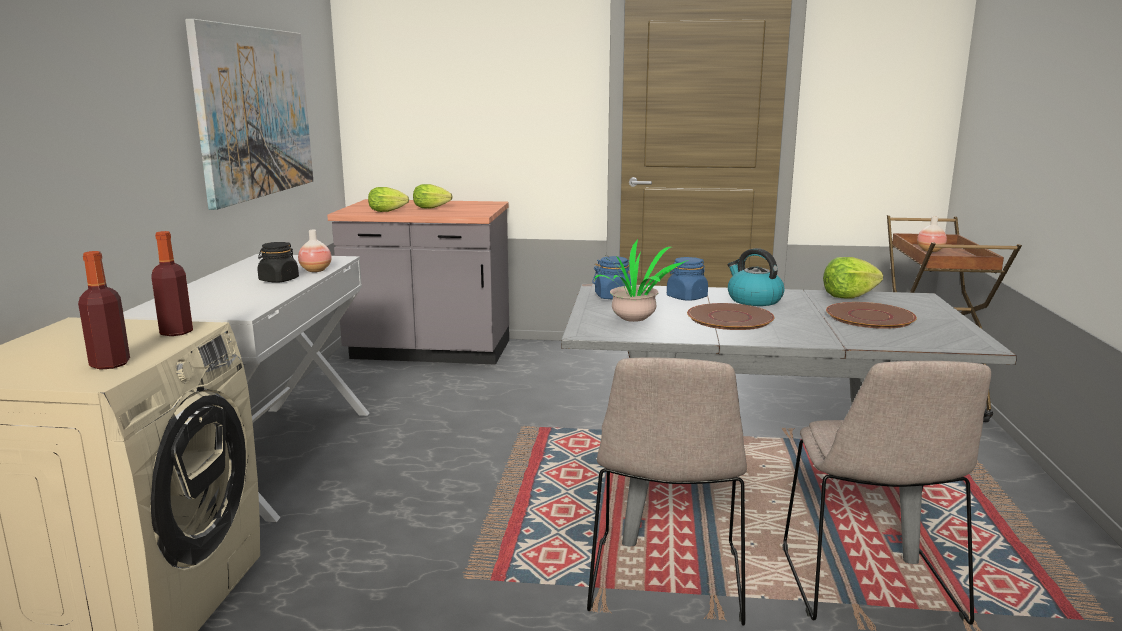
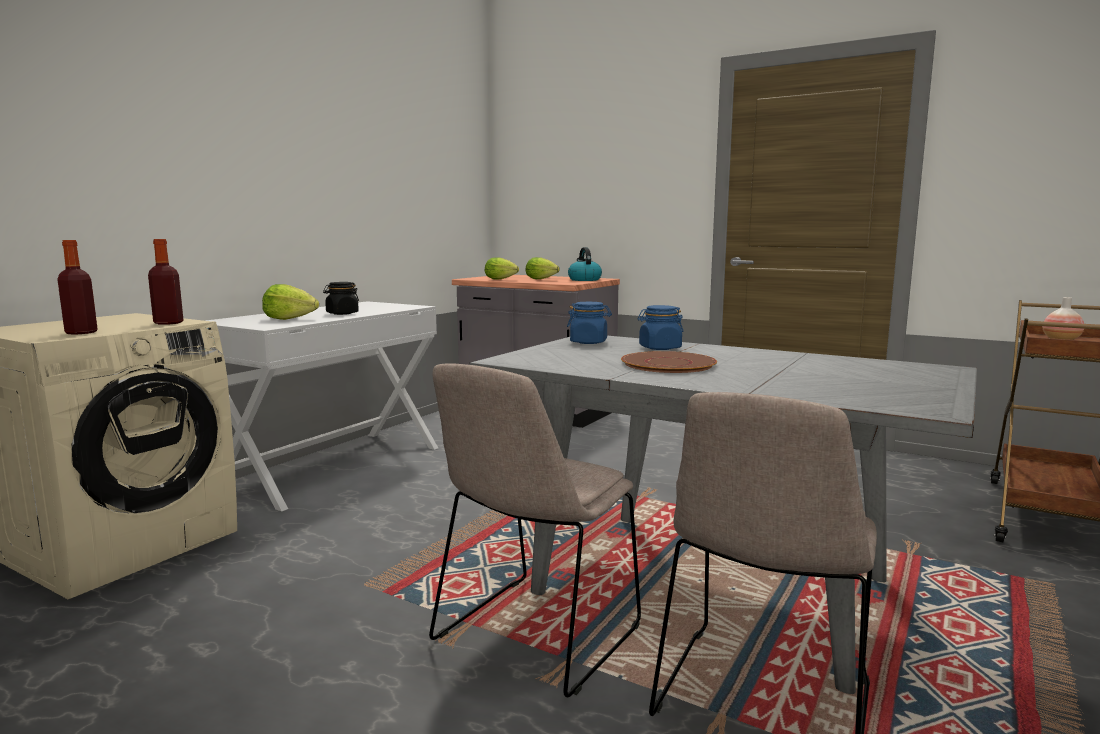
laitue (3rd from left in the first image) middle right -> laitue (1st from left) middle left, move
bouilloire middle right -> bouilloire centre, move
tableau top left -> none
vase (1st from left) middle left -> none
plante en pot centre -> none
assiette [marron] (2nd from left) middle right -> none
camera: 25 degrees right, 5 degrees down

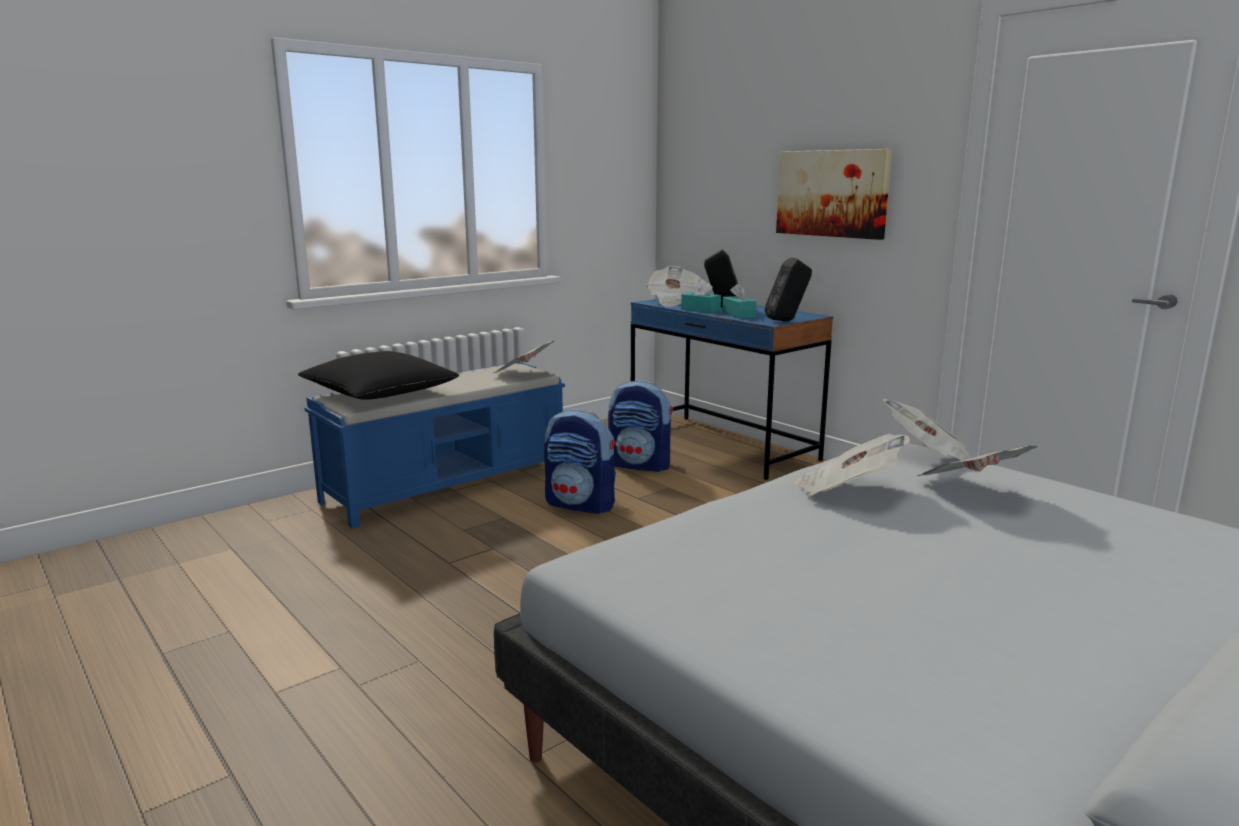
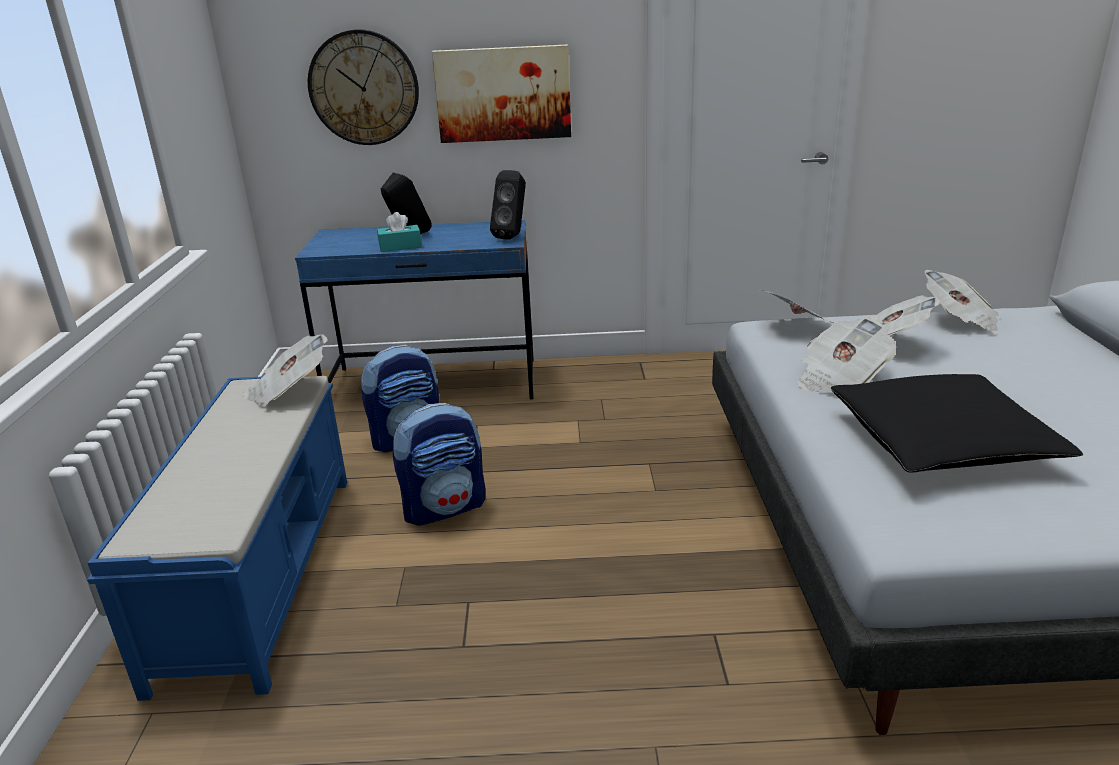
none -> horloge murale top left
coussin [noir] middle left -> coussin [noir] middle right, move
journal (2nd from left in the first image) centre -> journal (5th from left) middle right, move
boîte à mouchoirs [turquoise] (2nd from left) centre -> none
camera: 50 degrees left, 10 degrees up

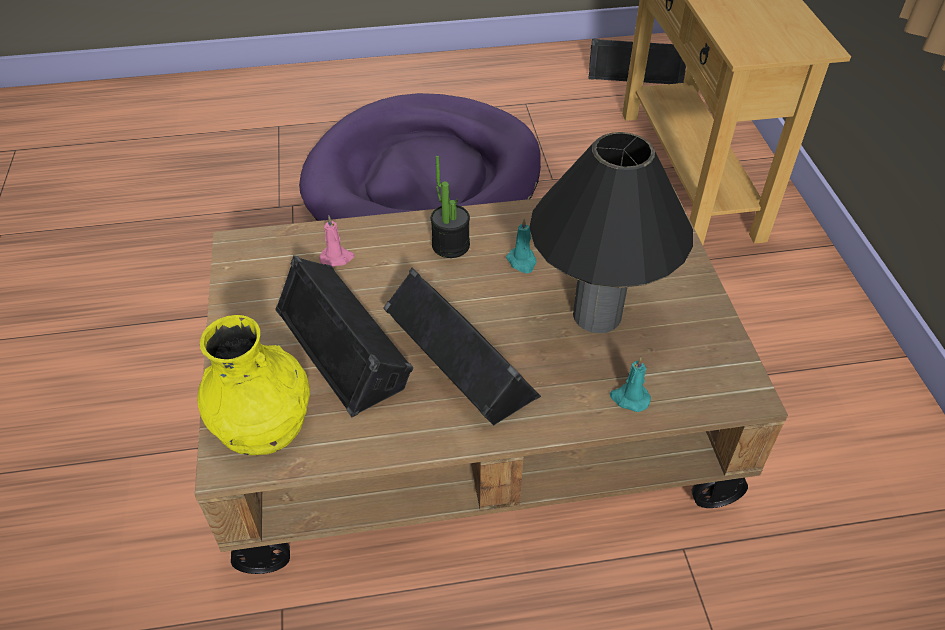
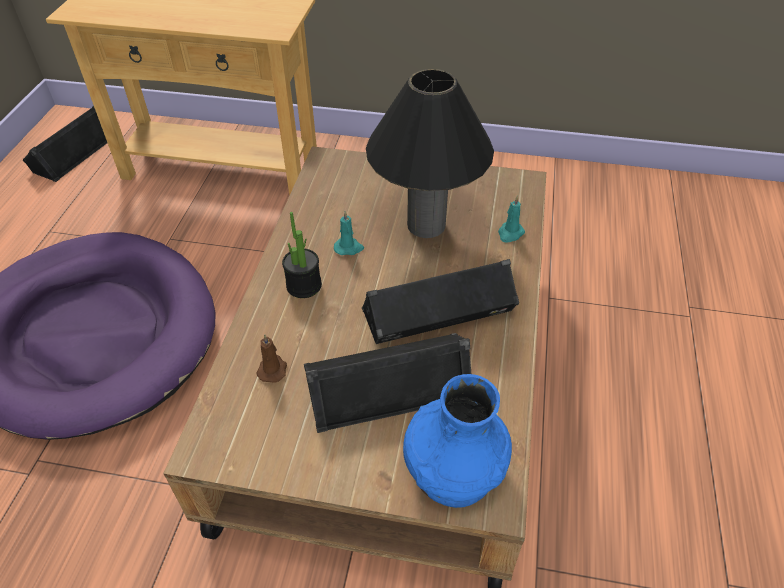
bougie [rose] centre -> bougie [marron] centre
vase [jaune] middle left -> vase [bleu] bottom centre
camera: 70 degrees left, 0 degrees up

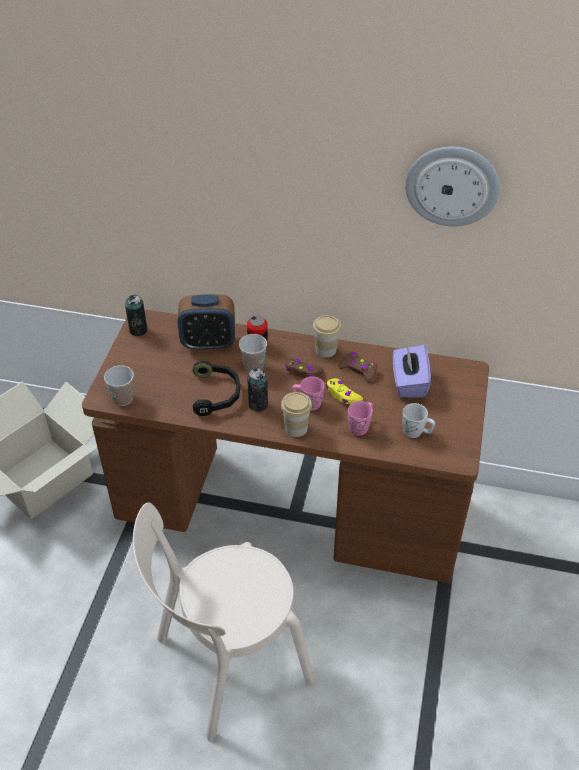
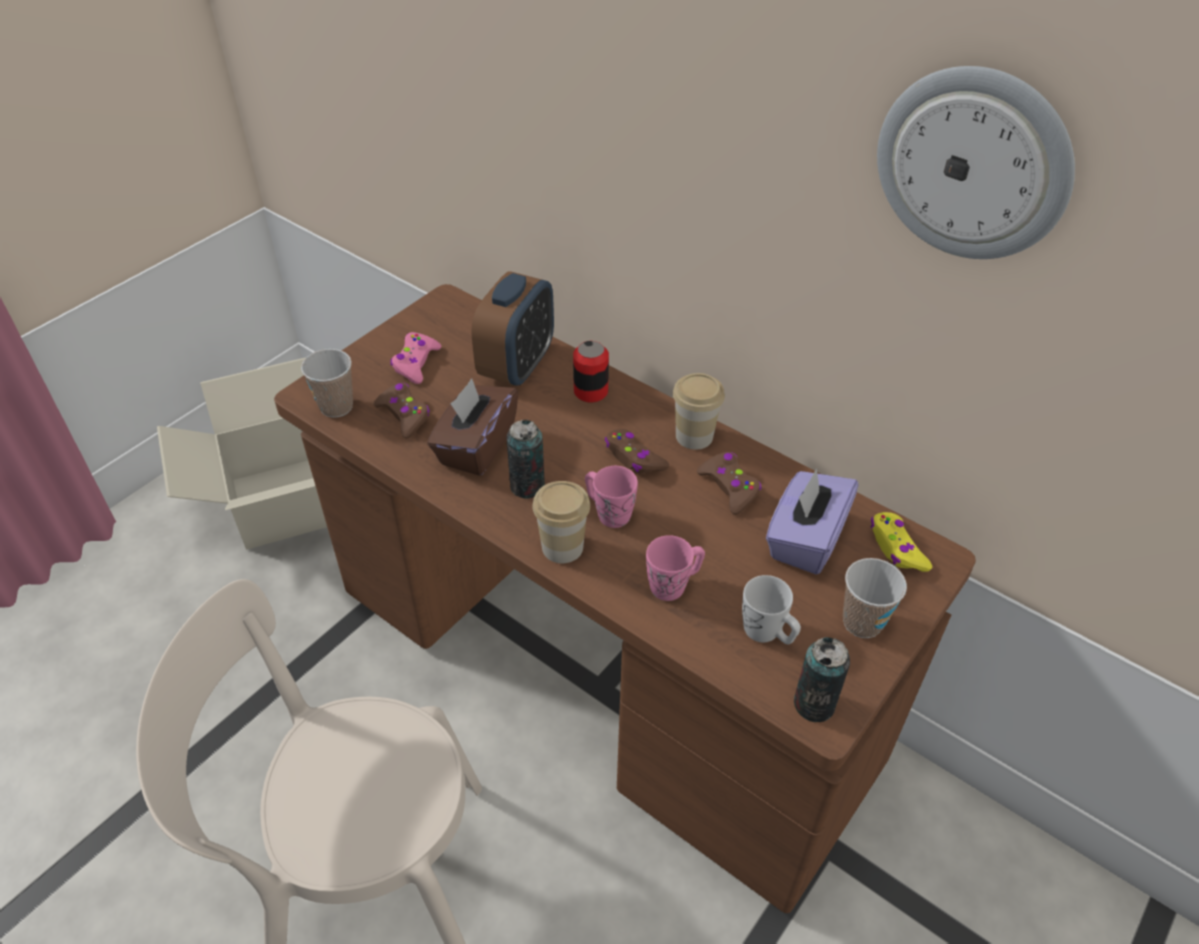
none -> manette [marron] (1st from left) centre
none -> manette [rose] centre
casque audio [noir] centre -> boîte à mouchoirs [marron] centre
réveil centre, 90 degrees counterclockwise
boîte métallique (1st from left in the first image) middle left -> boîte métallique (3rd from left) bottom right, move
tasse (2nd from left in the first image) centre -> tasse (4th from left) middle right, move
manette [jaune] centre -> manette [jaune] middle right, move
camera: 25 degrees right, 0 degrees up

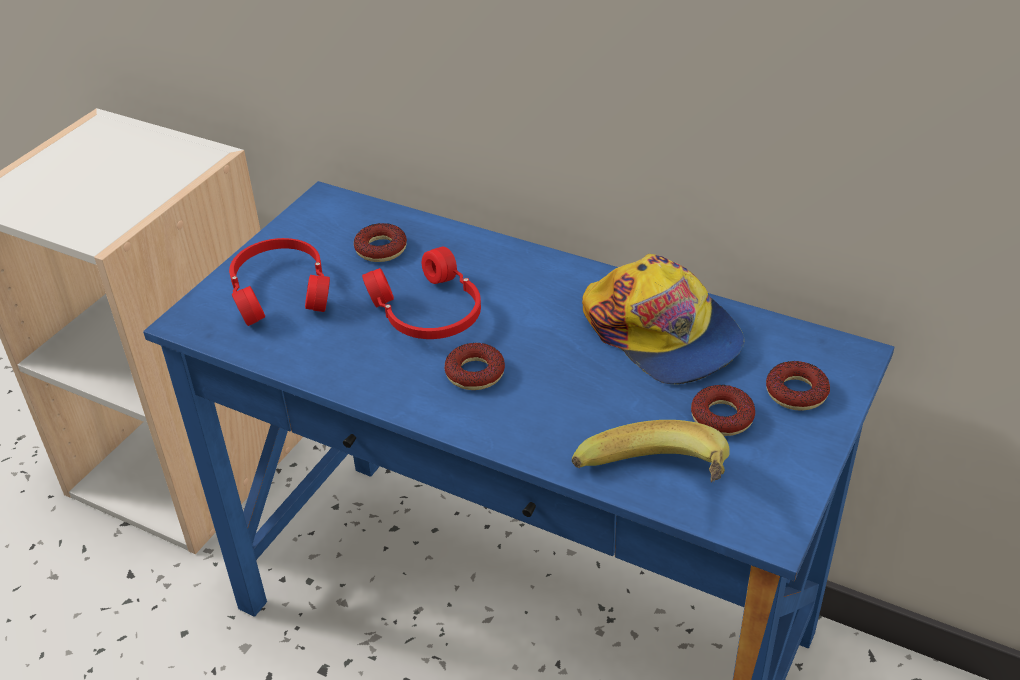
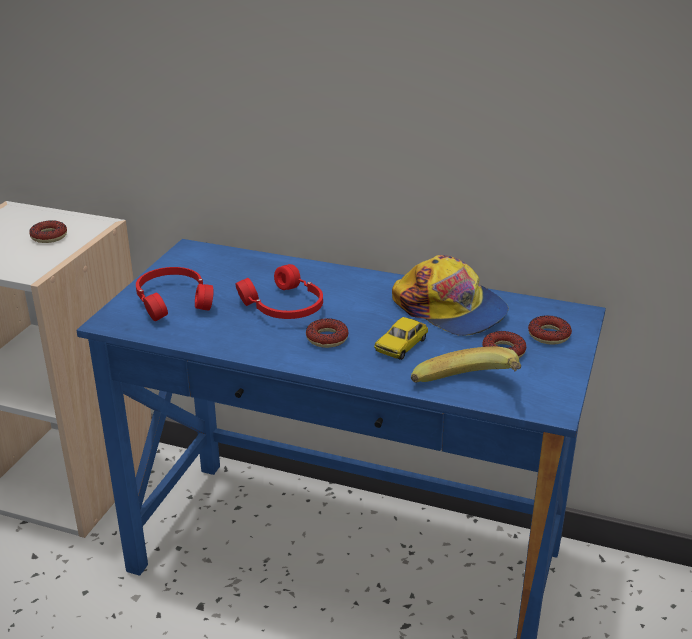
beignet (1st from left) centre -> beignet (1st from left) middle left, move
none -> petite voiture centre
camera: 10 degrees left, 10 degrees down

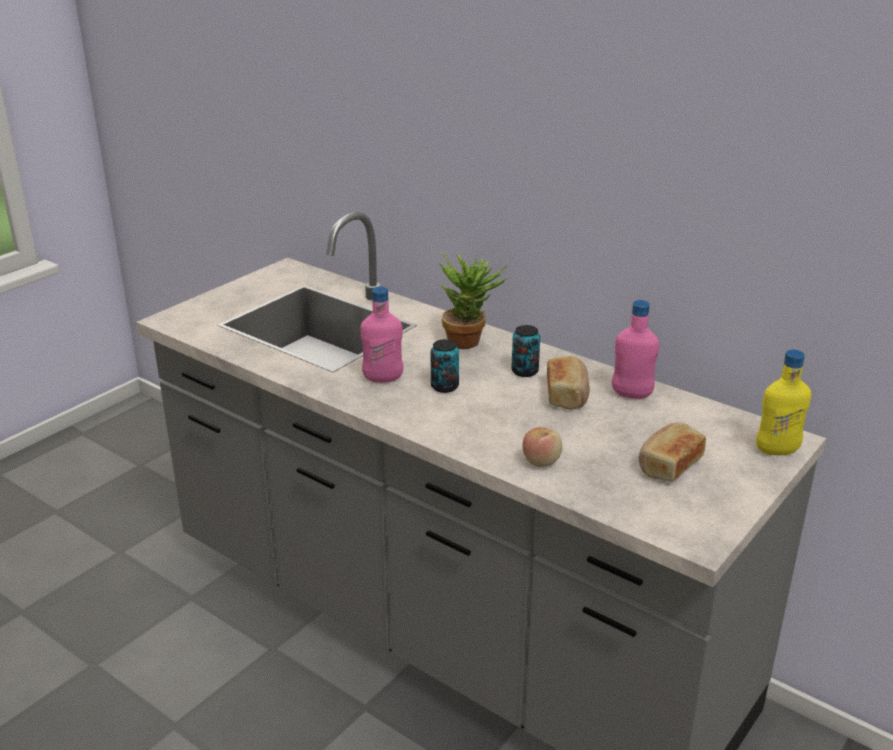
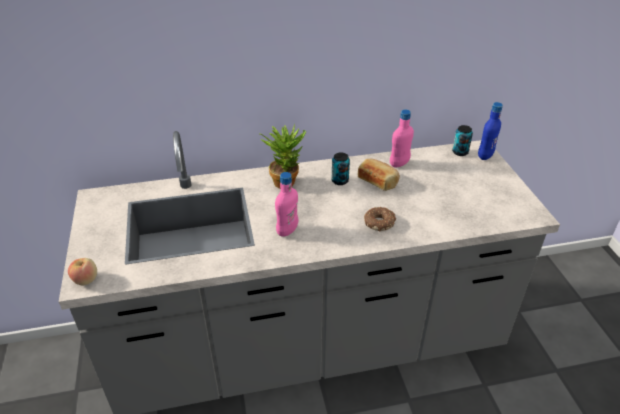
pomme centre -> pomme middle left, move
none -> beignet centre
boîte métallique (1st from left in the first image) centre -> boîte métallique (2nd from left) middle right, move
bouteille [jaune] middle right -> bouteille [bleu] top right
pain (2nd from left) middle right -> none
camera: 50 degrees left, 10 degrees up

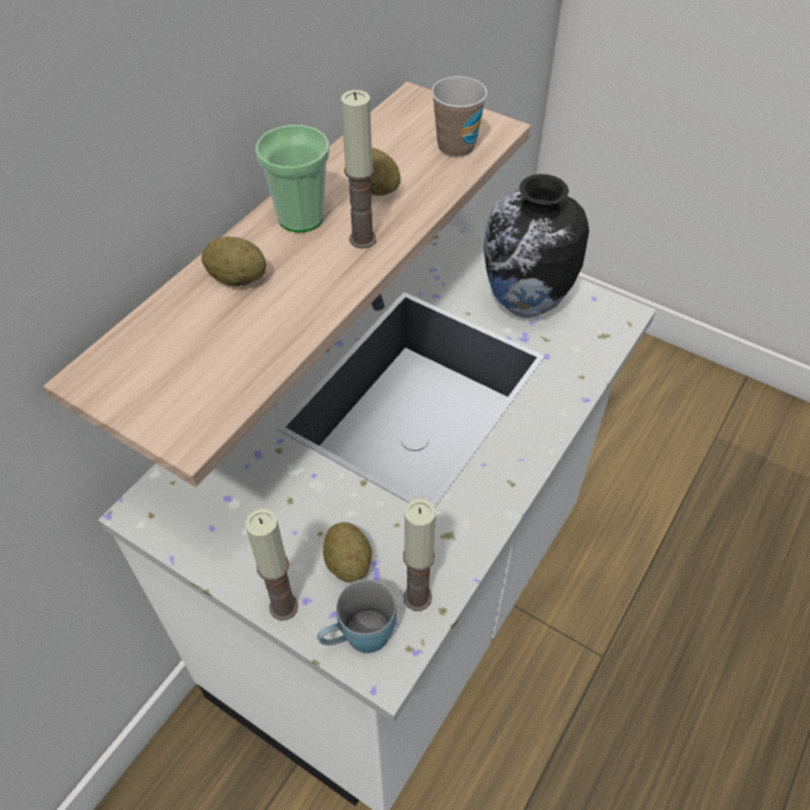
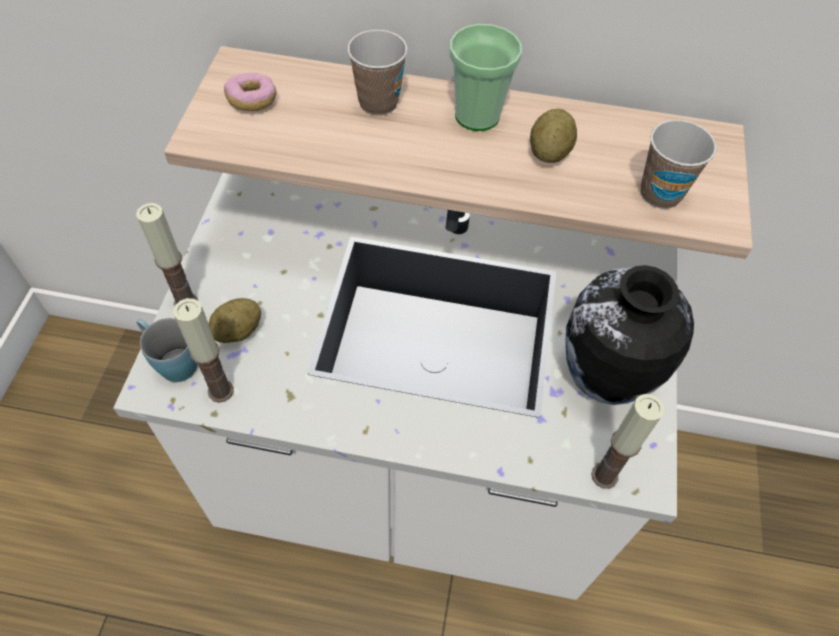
none -> beignet top left
pomme de terre (1st from left) top left -> tasse (1st from left) top centre
bougie (2nd from left in the first image) top centre -> bougie (3rd from left) bottom right, move
camera: 65 degrees right, 5 degrees up

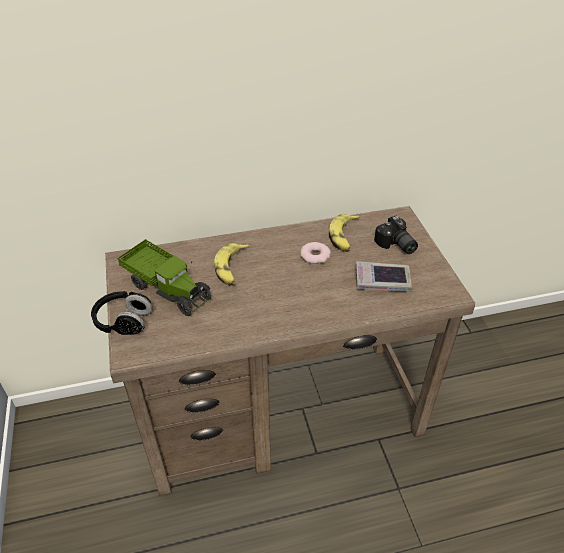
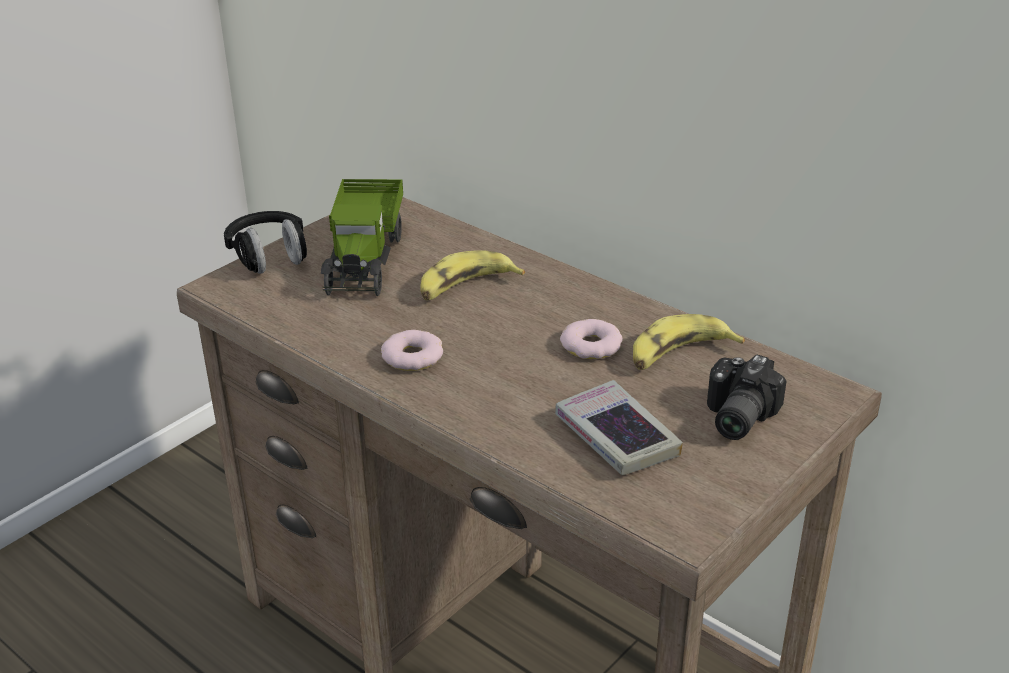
none -> beignet (1st from left) centre
camera: 55 degrees right, 10 degrees down

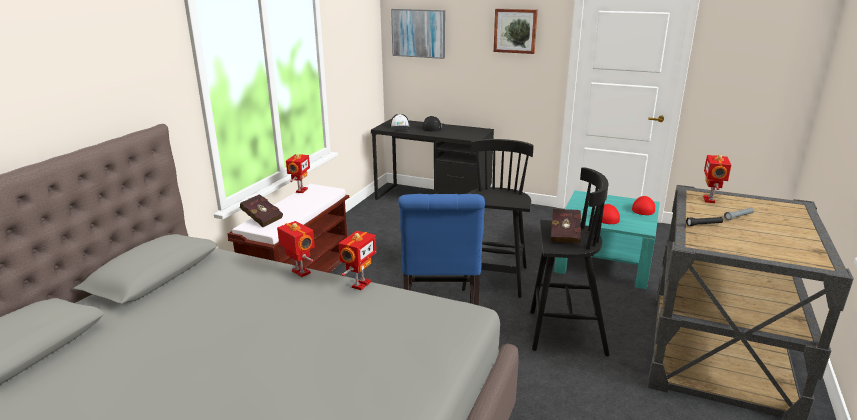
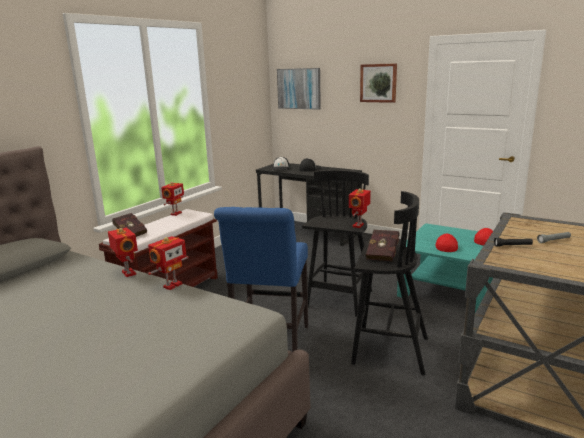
robot jouet (4th from left) middle right -> robot jouet (4th from left) centre, move
camera: 10 degrees right, 5 degrees down

